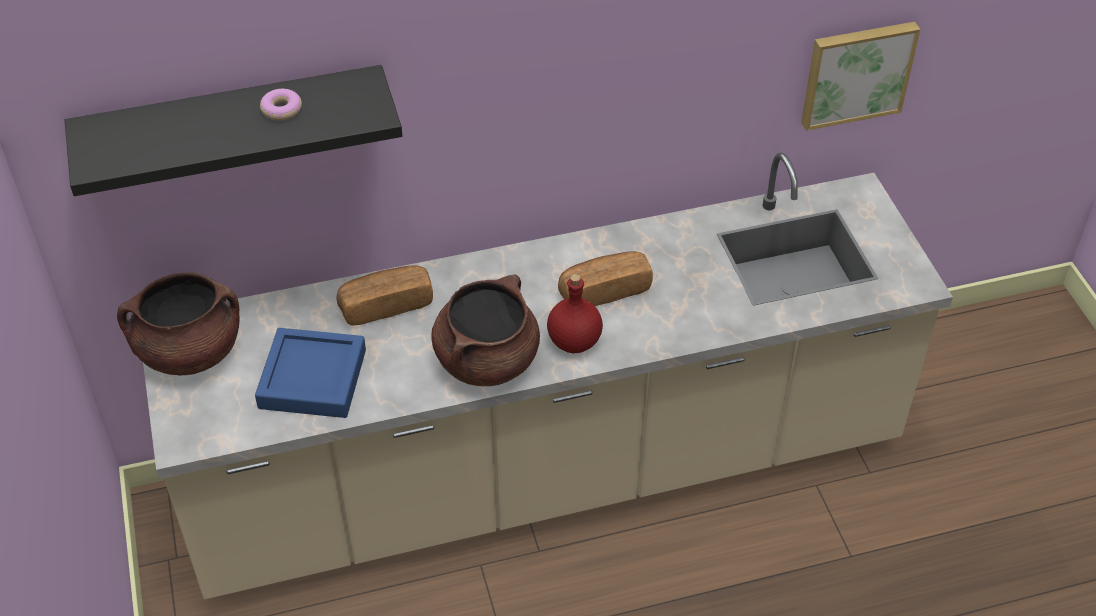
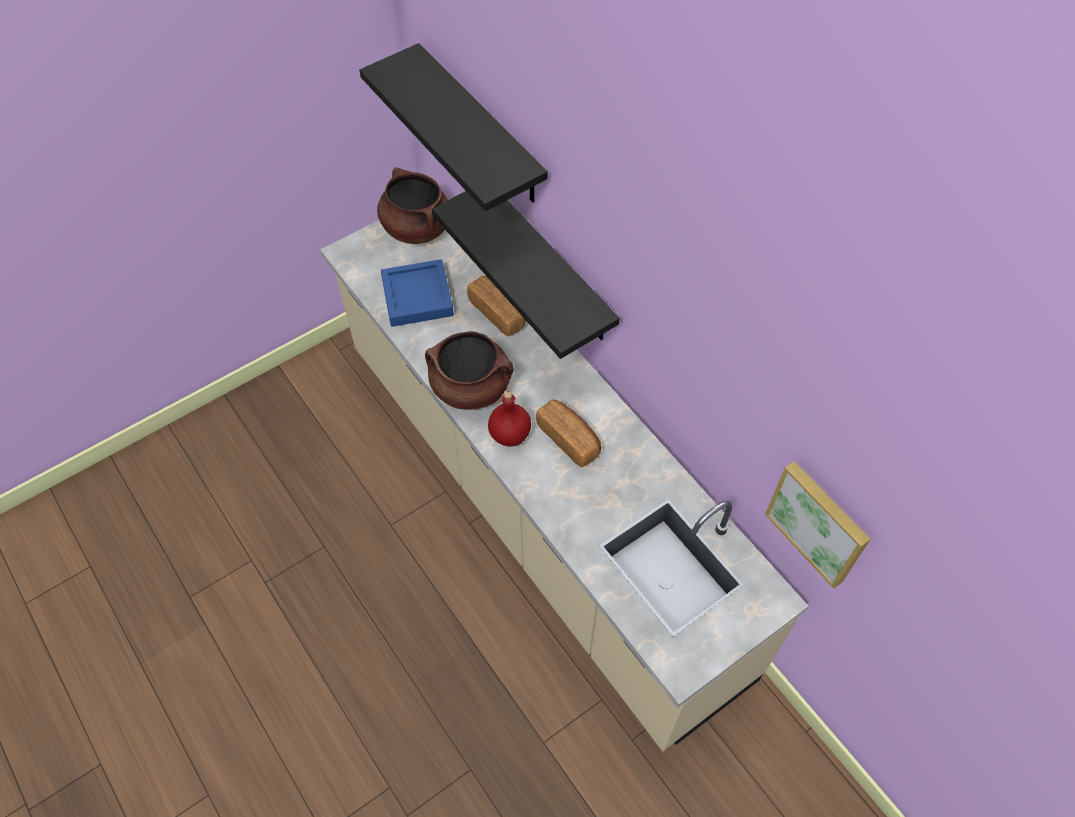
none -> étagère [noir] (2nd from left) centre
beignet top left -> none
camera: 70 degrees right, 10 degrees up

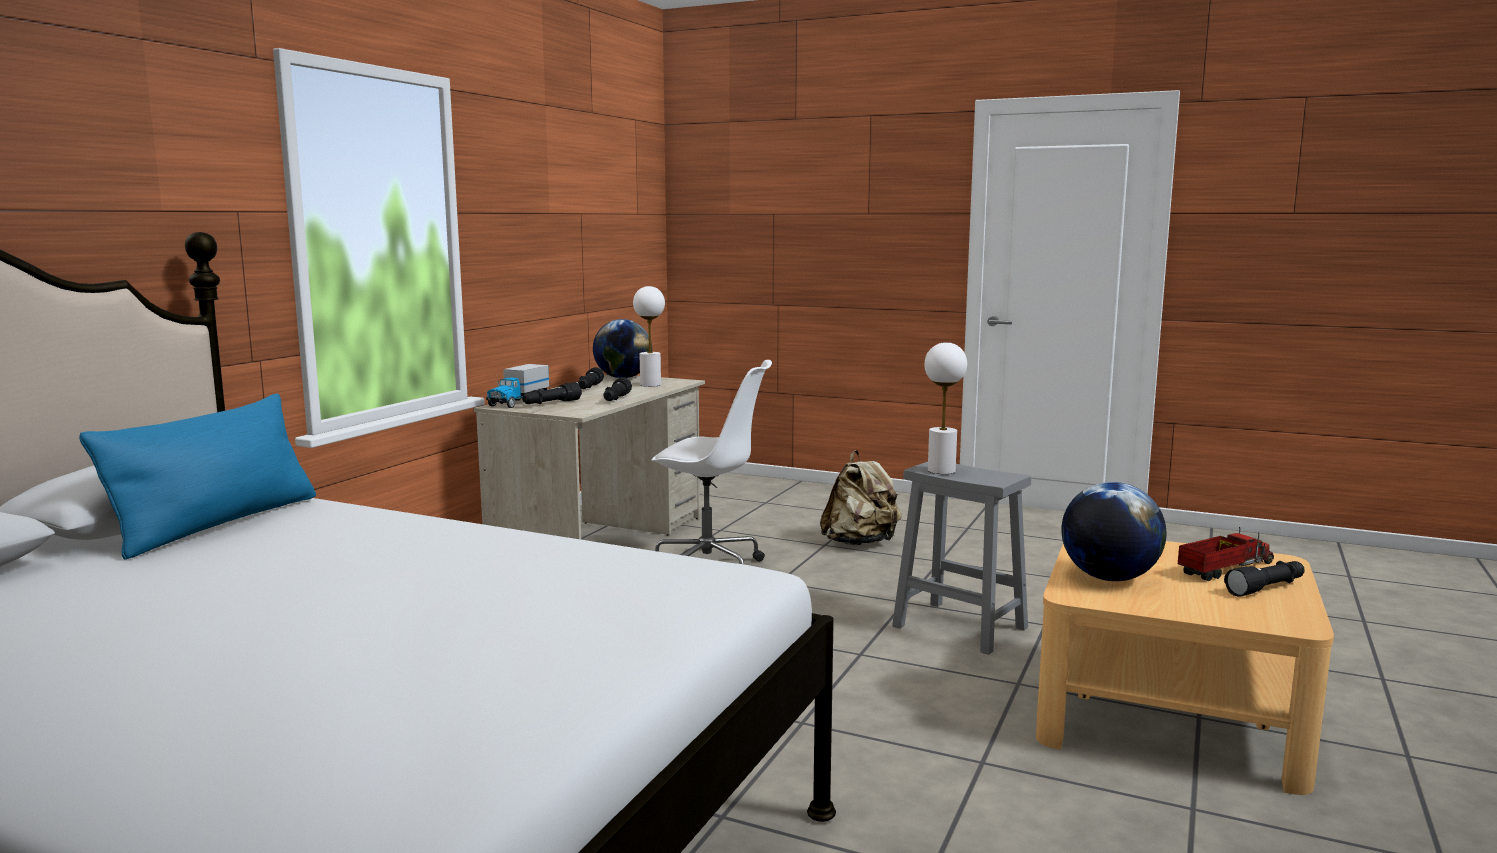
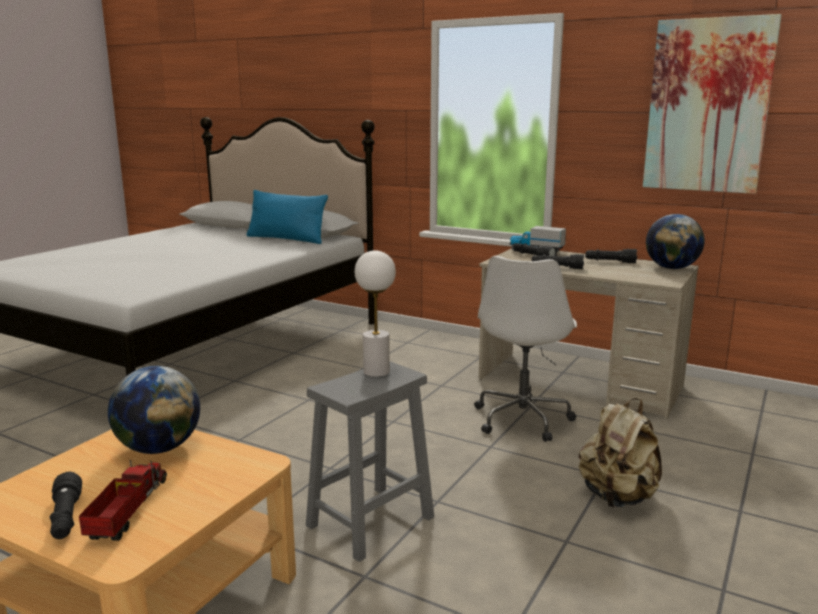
camion jouet (2nd from left in the first image) middle right -> camion jouet (1st from left) bottom left, 150 degrees counterclockwise
none -> tableau top right
lampe de table [blanc] (1st from left) centre -> none
camera: 95 degrees right, 5 degrees up

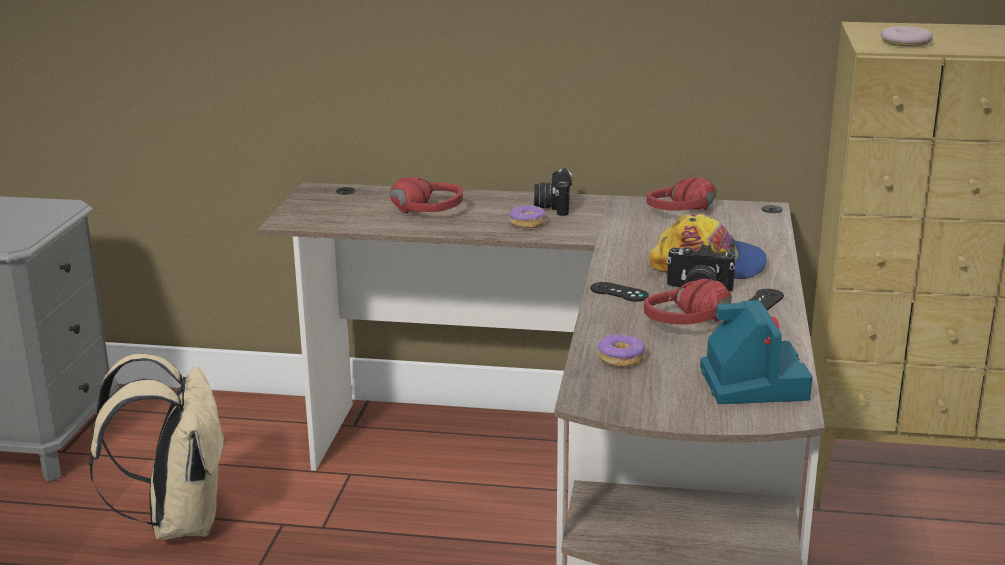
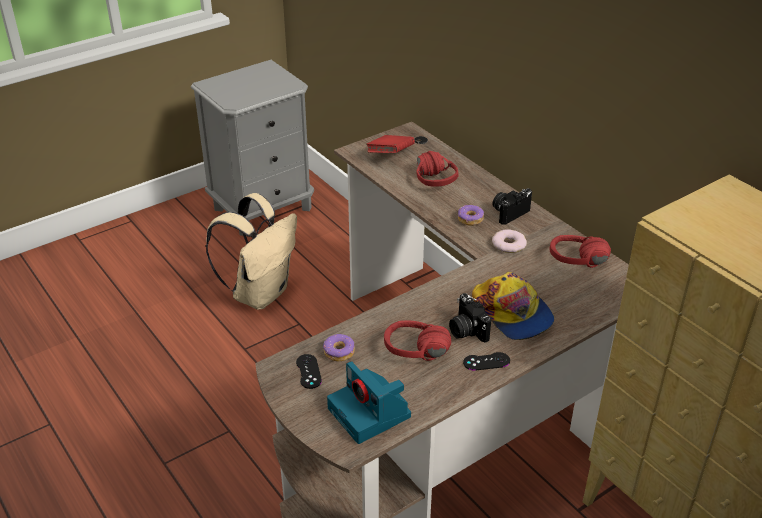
manette [noir] (1st from left) centre -> manette [noir] (1st from left) bottom centre, move
appareil photo (3rd from left in the first image) middle right -> appareil photo (1st from left) bottom centre, 105 degrees clockwise
none -> livre [rouge] top centre
beignet (3rd from left) top right -> beignet (3rd from left) middle right, move
camera: 45 degrees right, 15 degrees up

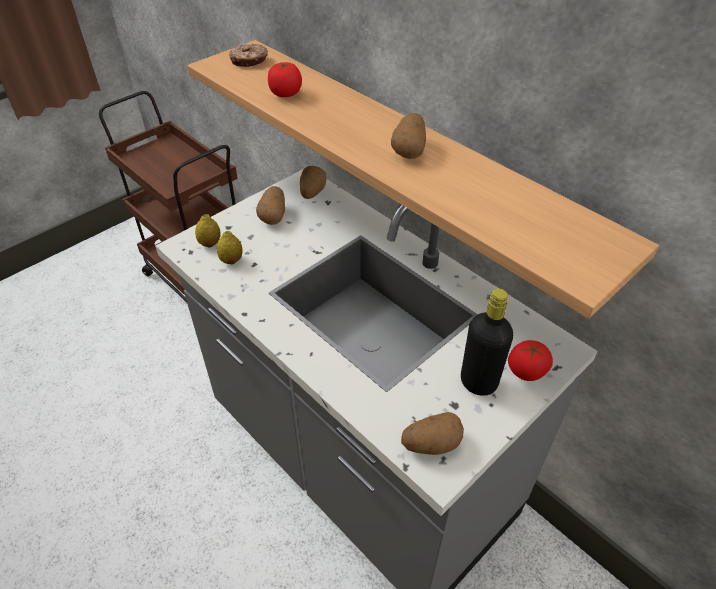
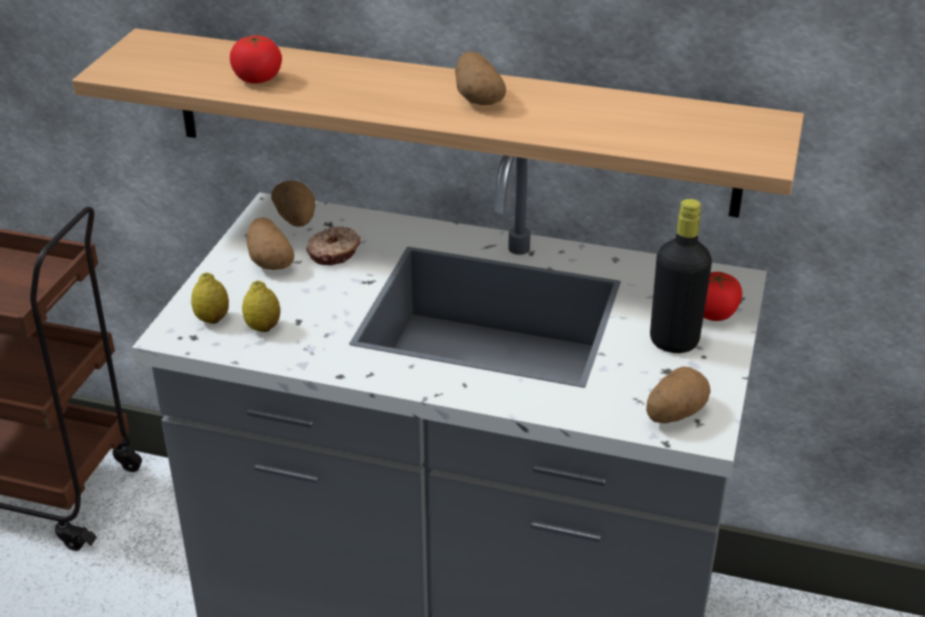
beignet top centre -> beignet centre, move
camera: 30 degrees left, 10 degrees down

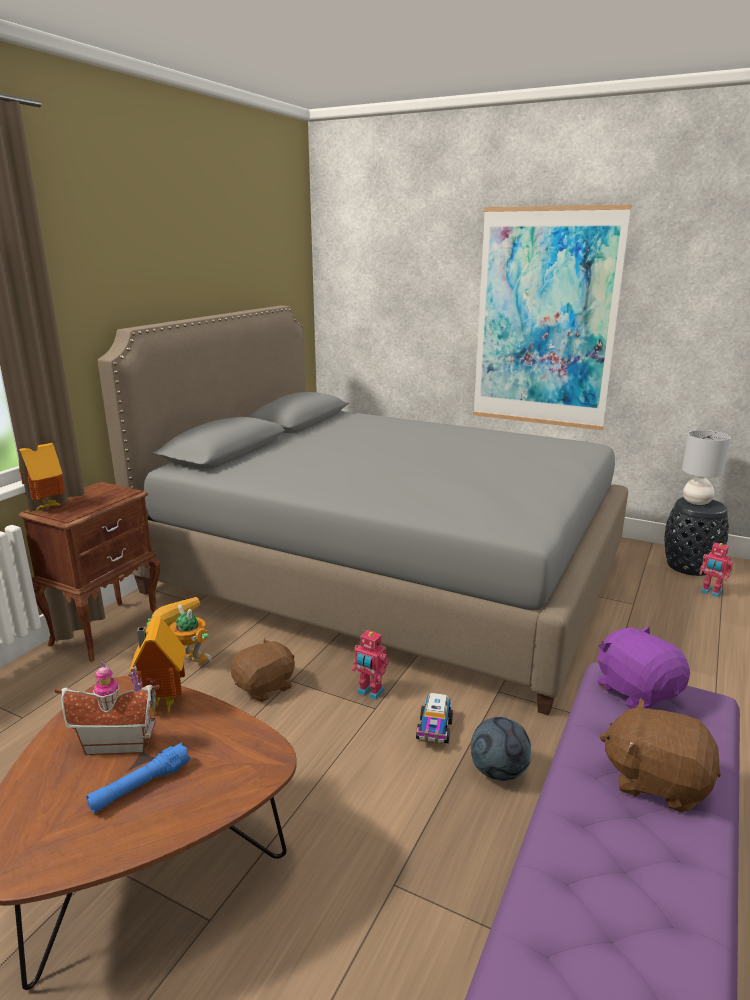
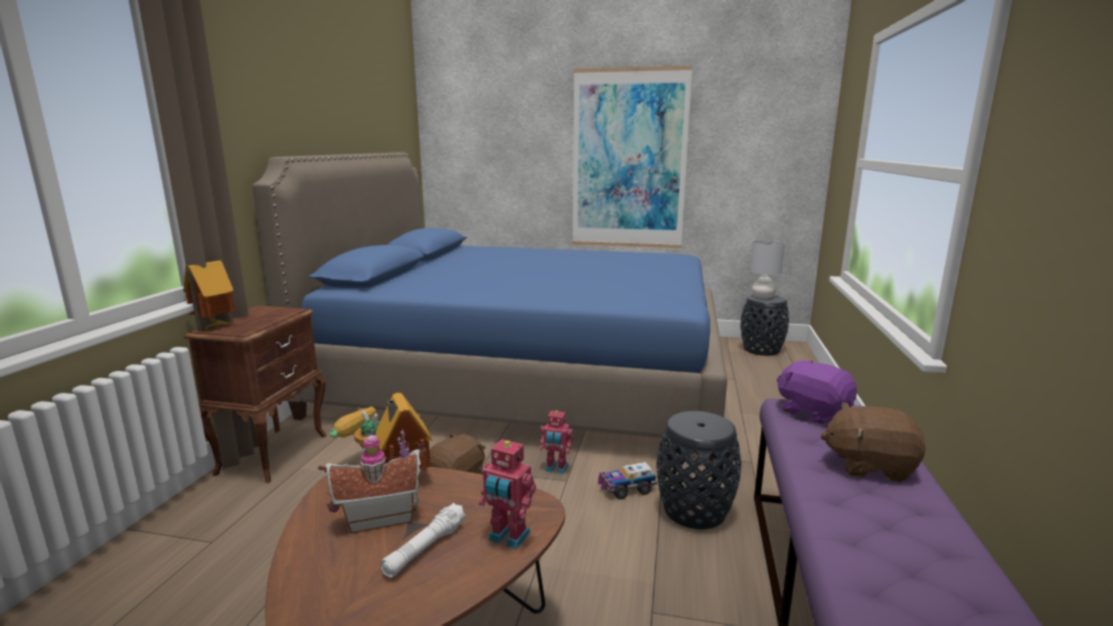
lit [gris] centre -> lit [bleu] centre
lampe de poche [bleu] bottom left -> lampe de poche [blanc] bottom centre
robot jouet (3rd from left in the first image) middle right -> robot jouet (2nd from left) bottom centre, move
camion jouet bottom centre, 75 degrees clockwise
ballon de foot bottom right -> tabouret [noir] (1st from left) bottom centre
camera: 15 degrees left, 5 degrees down

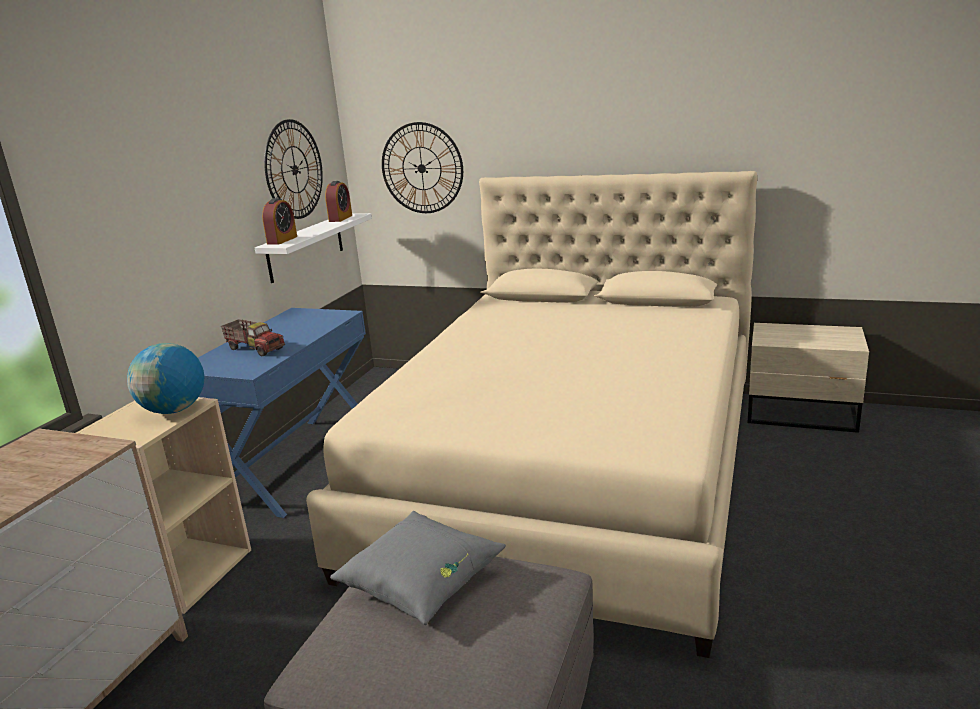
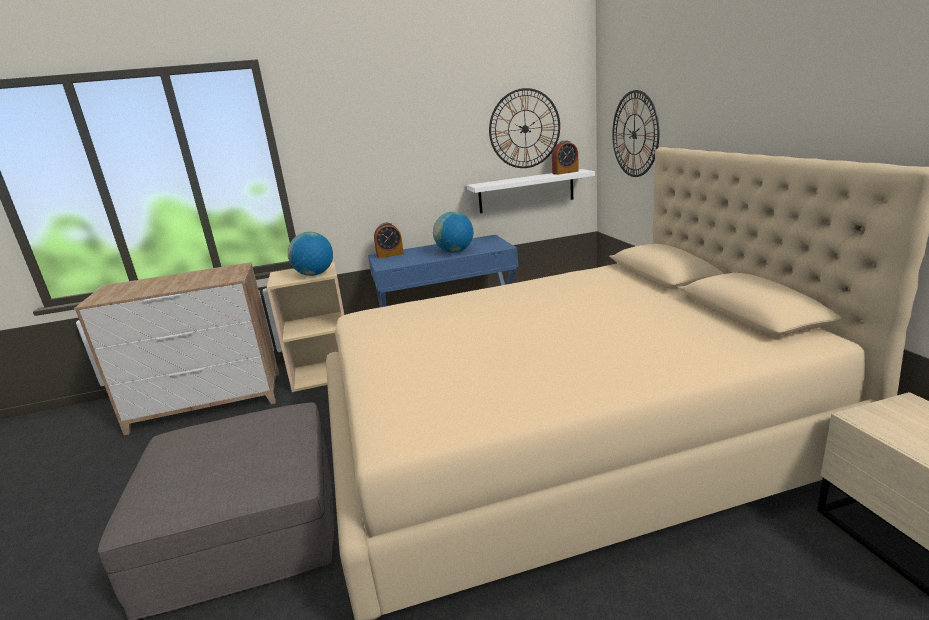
réveil (1st from left) top left -> réveil (1st from left) centre, move
none -> globe (2nd from left) centre
camion jouet middle left -> none
coussin [gris] bottom centre -> none
camera: 55 degrees right, 0 degrees up

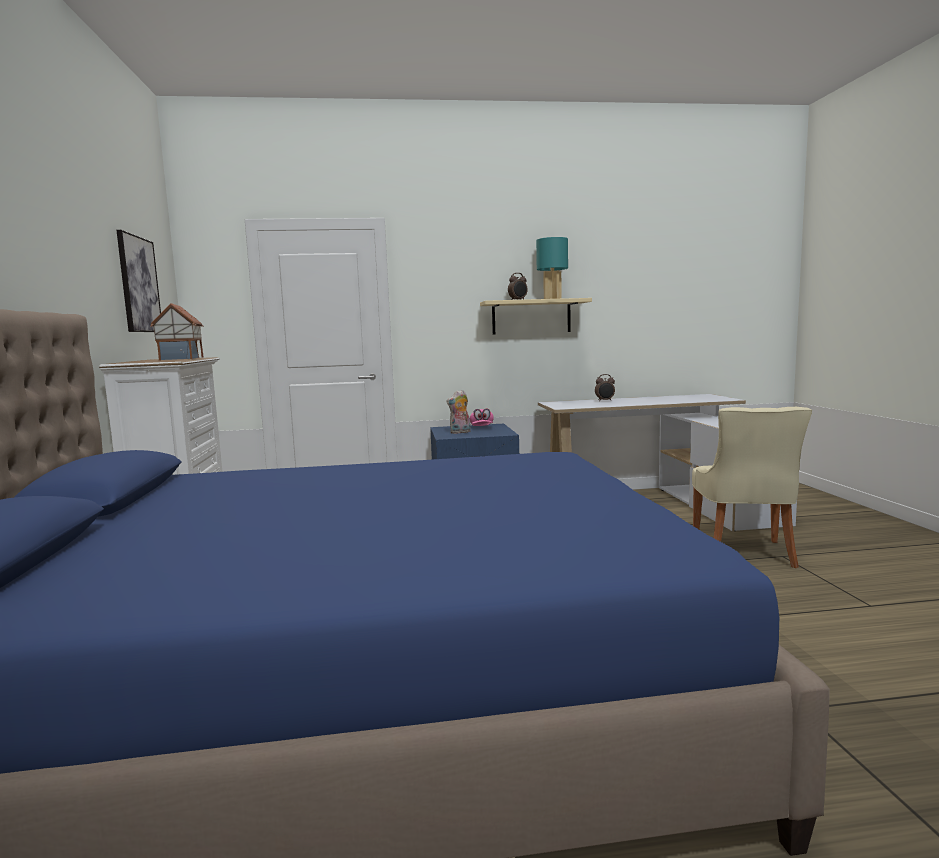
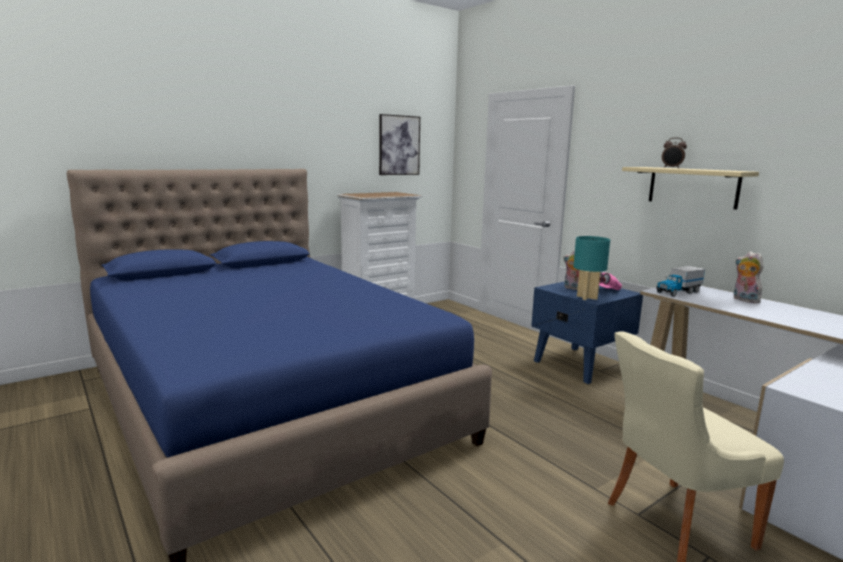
lampe de table [turquoise] top centre -> lampe de table [turquoise] middle right, move
none -> camion jouet middle right
réveil (2nd from left) centre -> peluche (2nd from left) middle right
maison miniature middle left -> none
camera: 60 degrees right, 5 degrees up

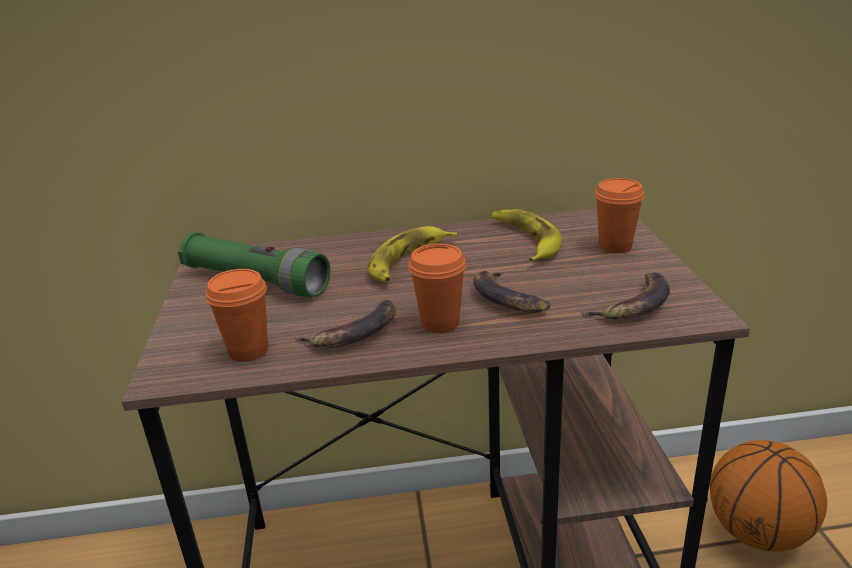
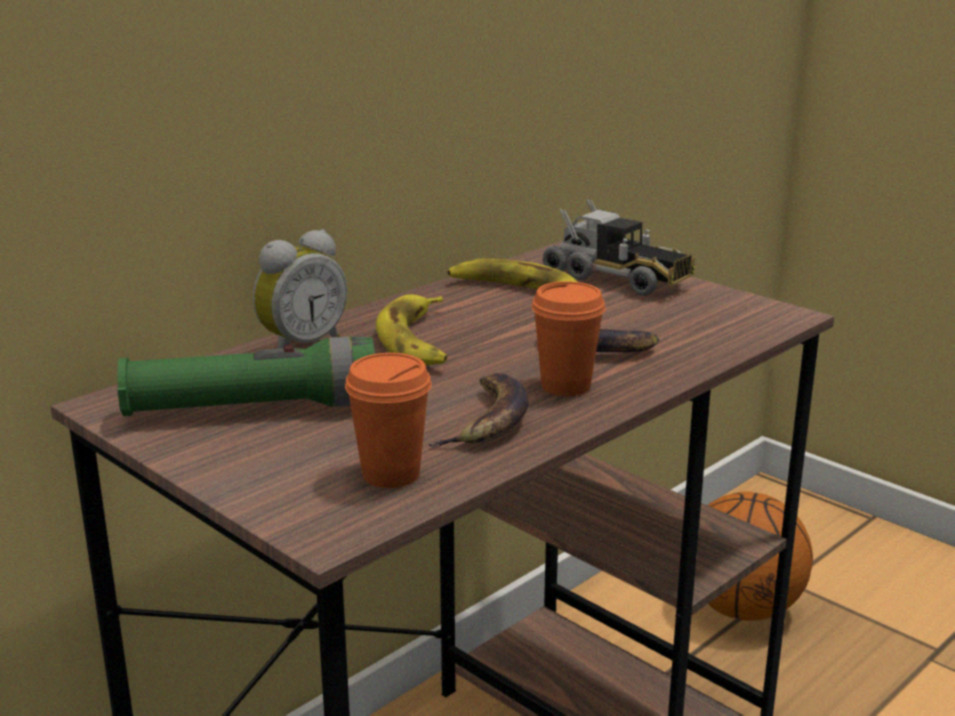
none -> réveil middle left
tasse [orange] (3rd from left) middle right -> camion jouet centre
banane (5th from left) middle right -> none
camera: 40 degrees left, 5 degrees down

